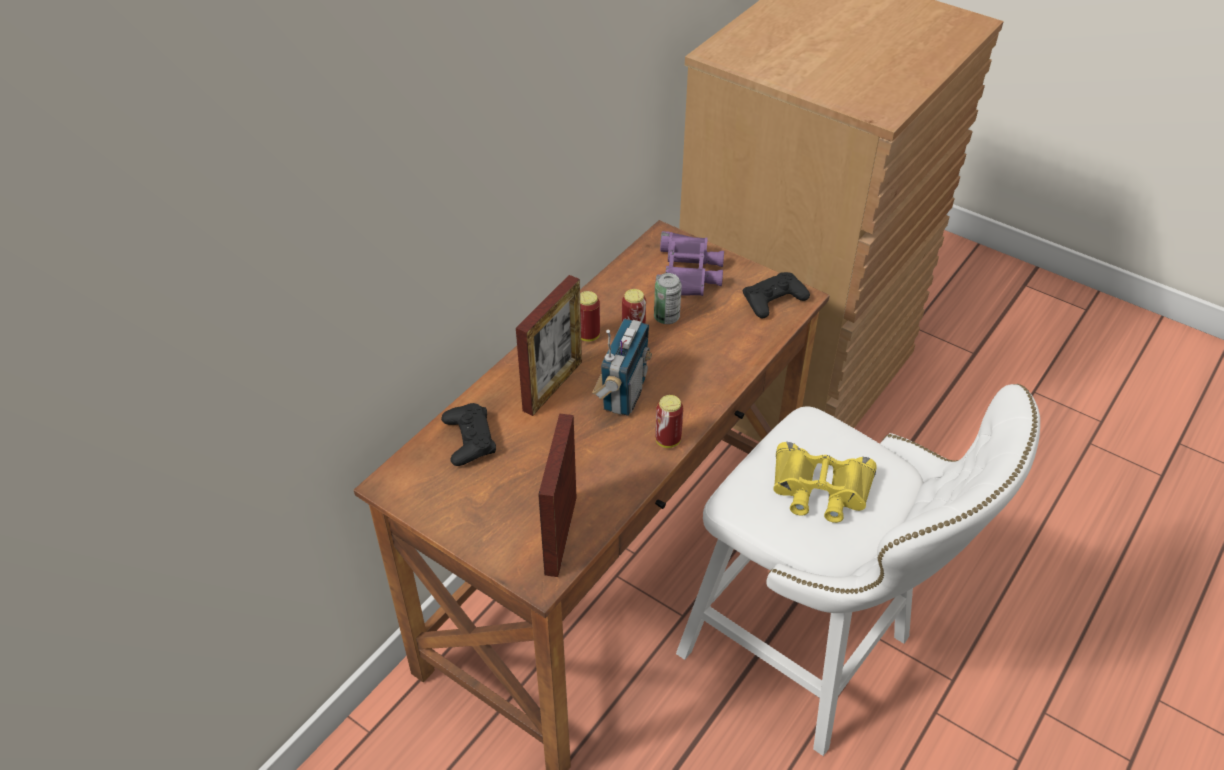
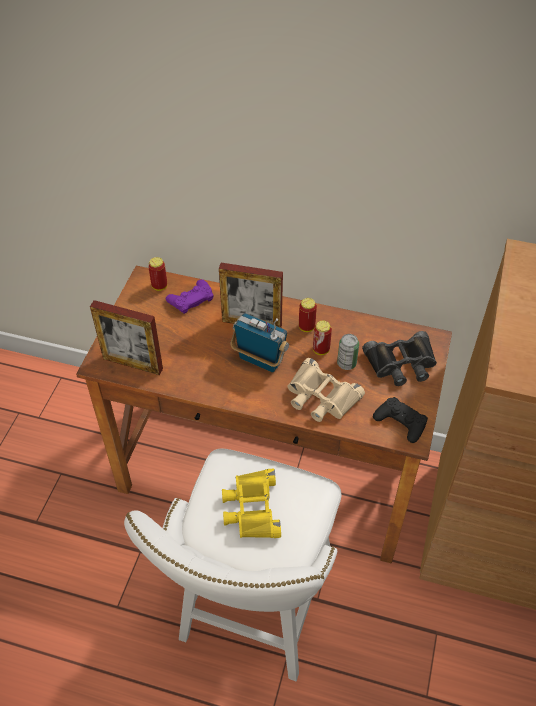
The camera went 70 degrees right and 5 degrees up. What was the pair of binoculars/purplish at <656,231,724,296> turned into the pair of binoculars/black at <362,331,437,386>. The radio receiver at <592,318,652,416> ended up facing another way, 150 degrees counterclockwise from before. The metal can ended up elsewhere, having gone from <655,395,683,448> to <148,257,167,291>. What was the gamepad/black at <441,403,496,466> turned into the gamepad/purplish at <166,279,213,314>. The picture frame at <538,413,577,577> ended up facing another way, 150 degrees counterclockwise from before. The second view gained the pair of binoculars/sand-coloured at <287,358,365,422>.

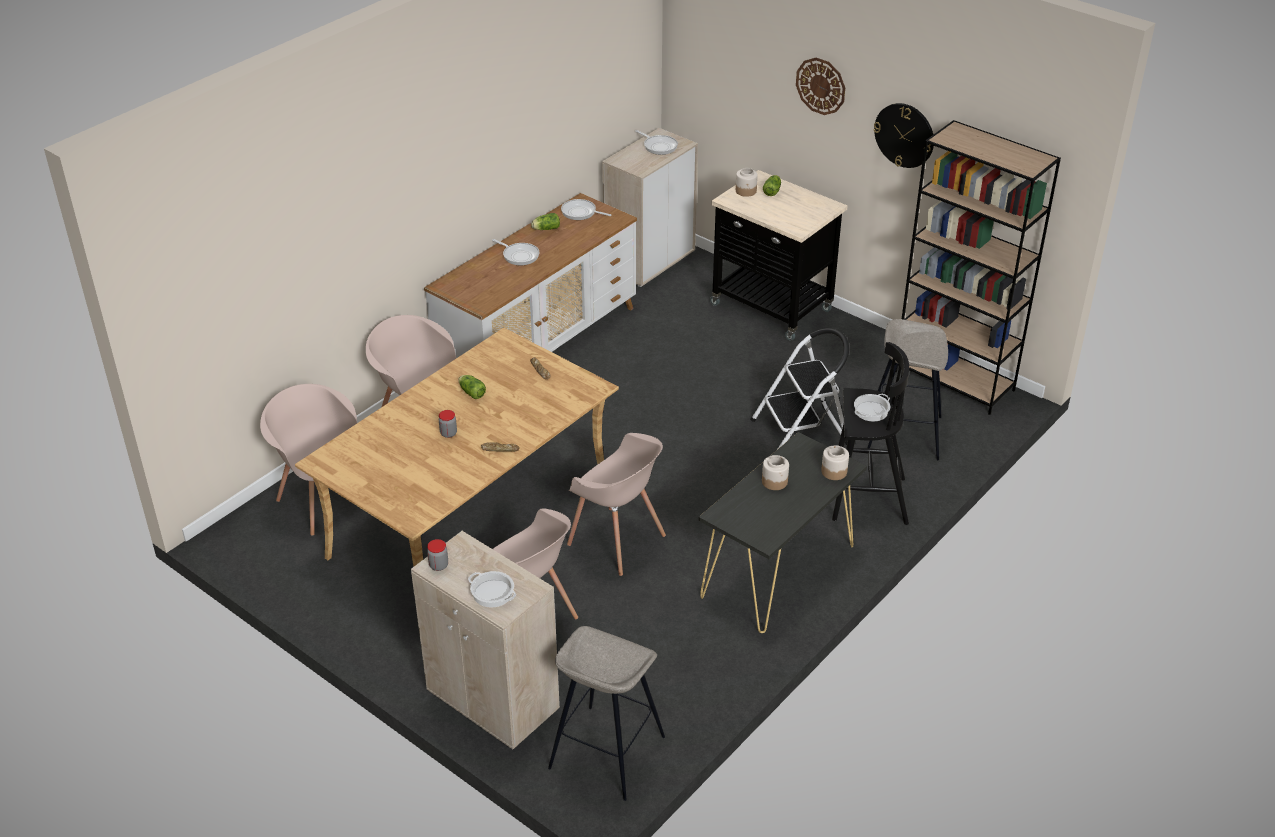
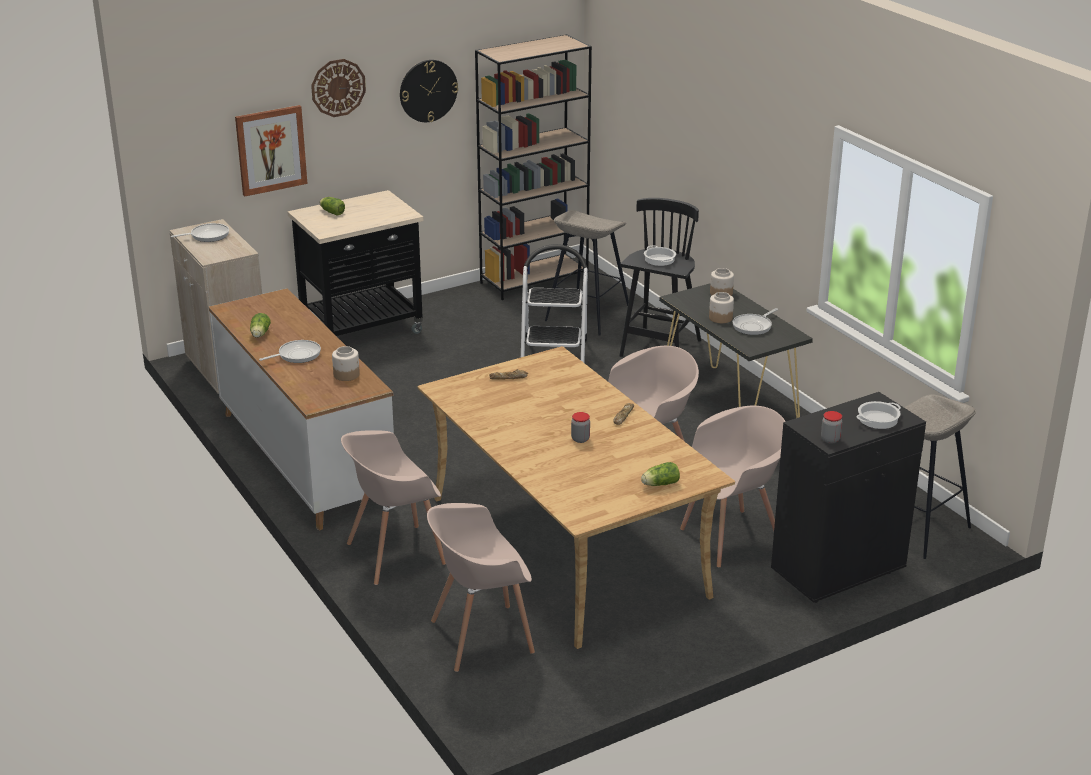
The camera went 70 degrees left and 10 degrees down. The storage jar ended up elsewhere, having gone from <736,168,758,197> to <332,346,360,381>. The pan ended up elsewhere, having gone from <561,199,611,220> to <733,308,778,335>. The lettuce ended up elsewhere, having gone from <458,375,486,399> to <641,462,680,486>. What was the cabinet/sand-coloured at <411,531,560,749> turned into the cabinet/black at <771,392,926,603>. The second view gained the wall picture at <235,105,307,196>.

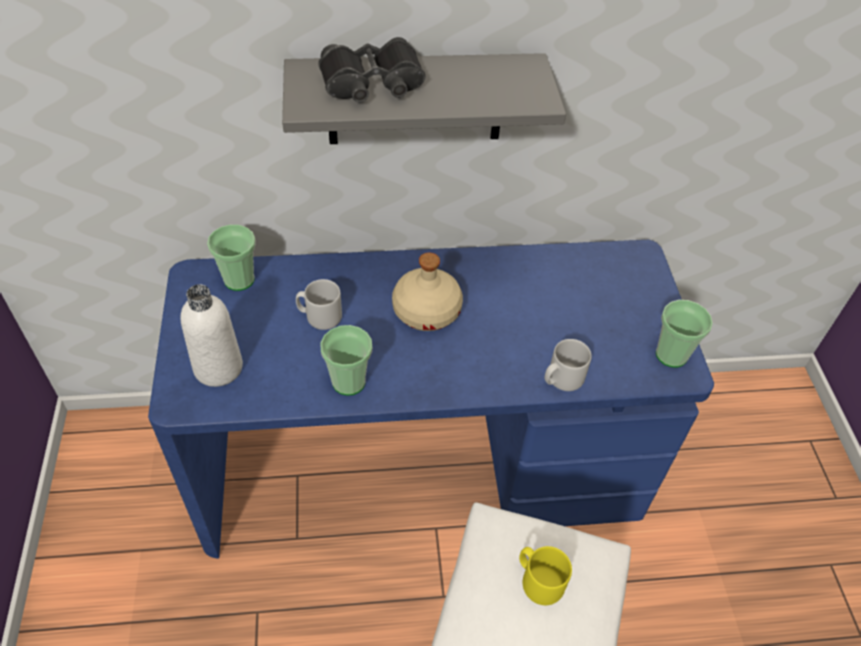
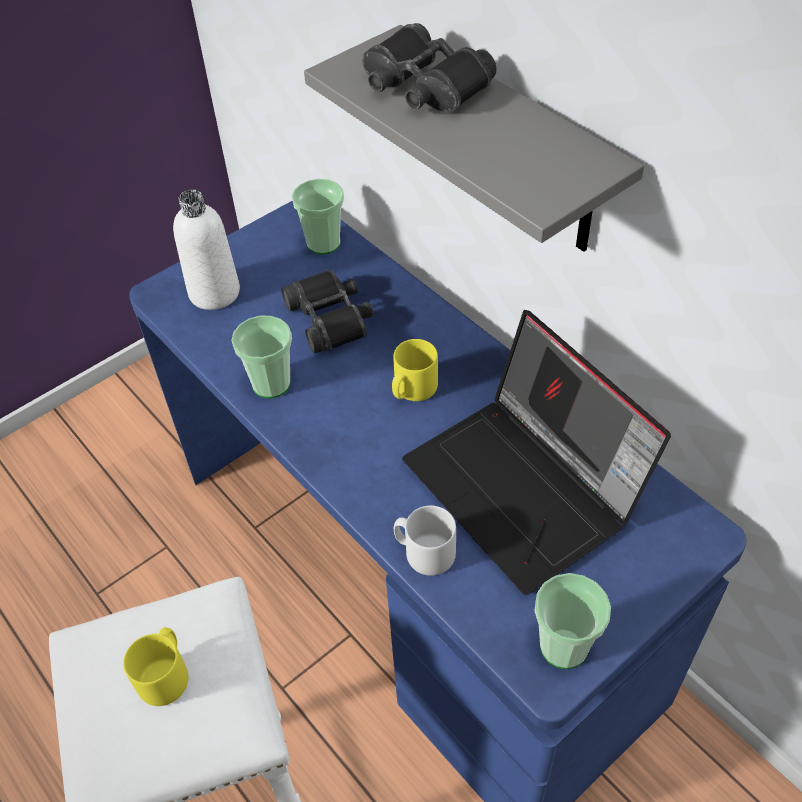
The camera went 60 degrees right and 0 degrees up. Where the bottle/sand-coloured stood at <392,253,463,331>, the tea mug/yellow-coloured came to stand at <392,339,438,401>. Where the tea mug/greyish stood at <296,279,342,330>, the pair of binoculars/black came to stand at <281,270,374,353>. The second view gained the portable computer at <402,310,671,595>.

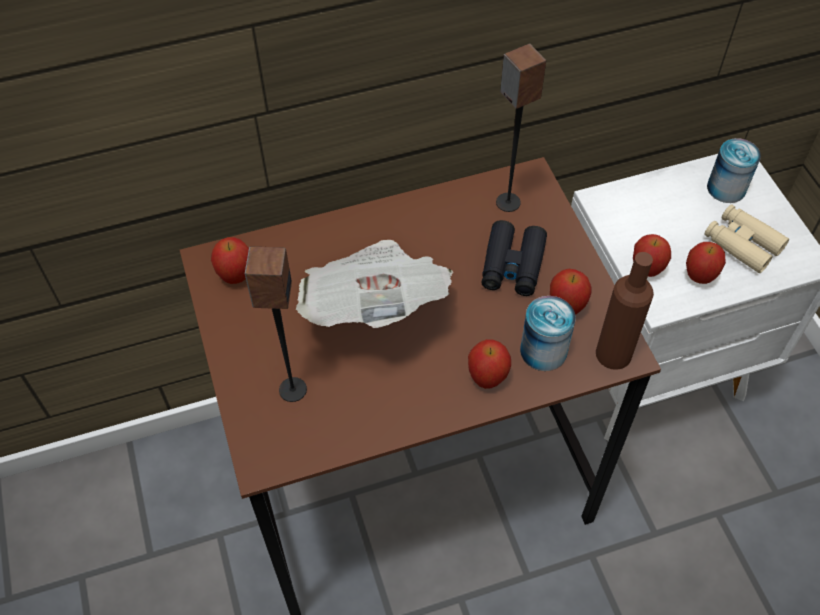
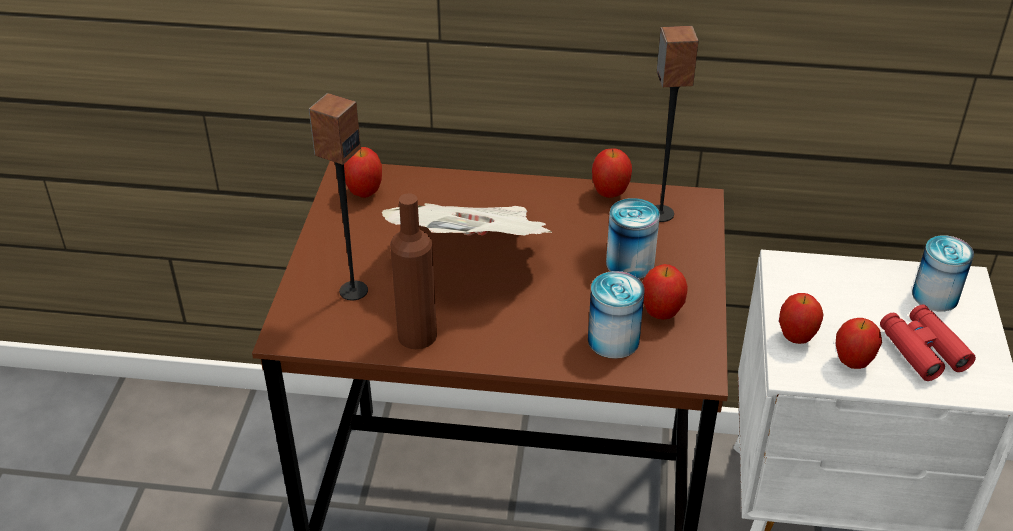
The camera went 25 degrees right and 15 degrees down. What was the pair of binoculars/sand-coloured at <705,204,789,273> turned into the pair of binoculars/red at <880,305,976,381>. Where the pair of binoculars/black stood at <481,220,547,296>, the metal can came to stand at <606,198,660,279>. The bottle/brownish ended up elsewhere, having gone from <596,252,654,370> to <390,193,437,349>. The apple fruit ended up elsewhere, having gone from <468,339,511,389> to <592,149,632,198>.

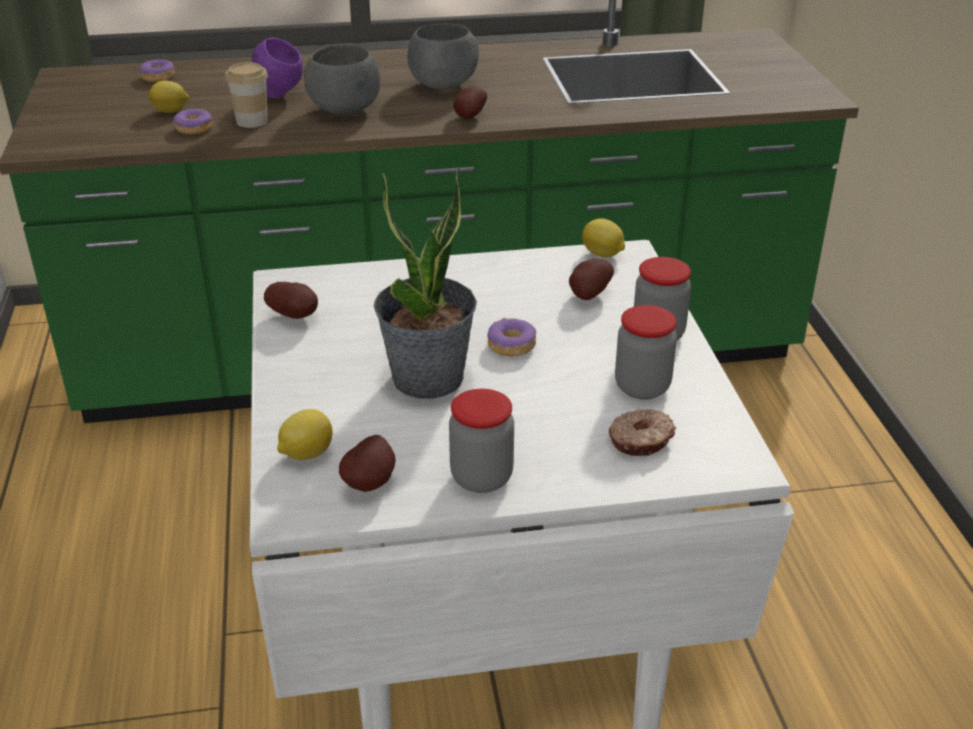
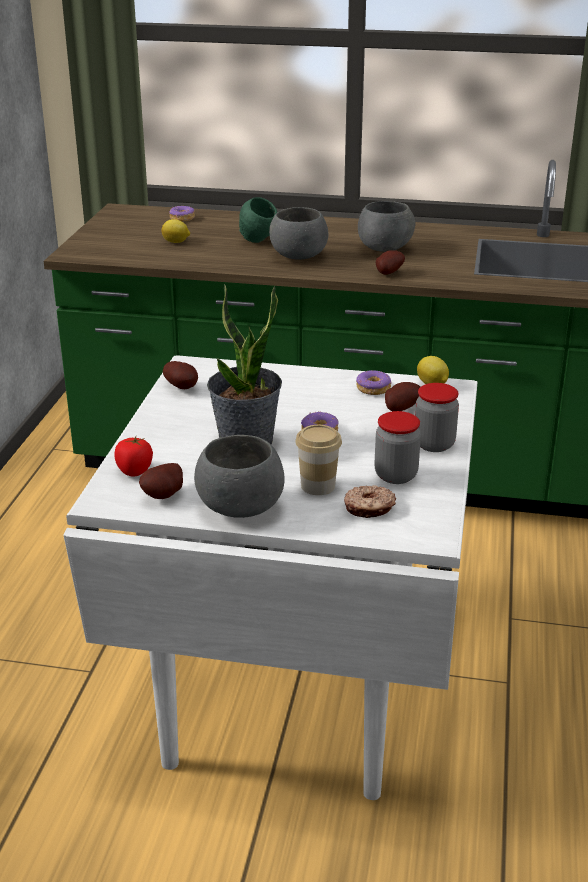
The camera went 20 degrees right and 5 degrees down. What was the serving bowl/purplish at <252,38,303,98> turned into the serving bowl/greenish at <239,197,277,243>. The small cup ended up elsewhere, having gone from <225,62,268,128> to <295,425,342,495>. The ring doughnut ended up elsewhere, having gone from <173,109,213,134> to <356,370,392,395>. Where the storage jar stood at <449,389,514,493>, the serving bowl/greyish came to stand at <194,435,285,518>. Where the whole lemon stood at <277,409,332,460>, the fresh tomato came to stand at <114,436,153,477>.

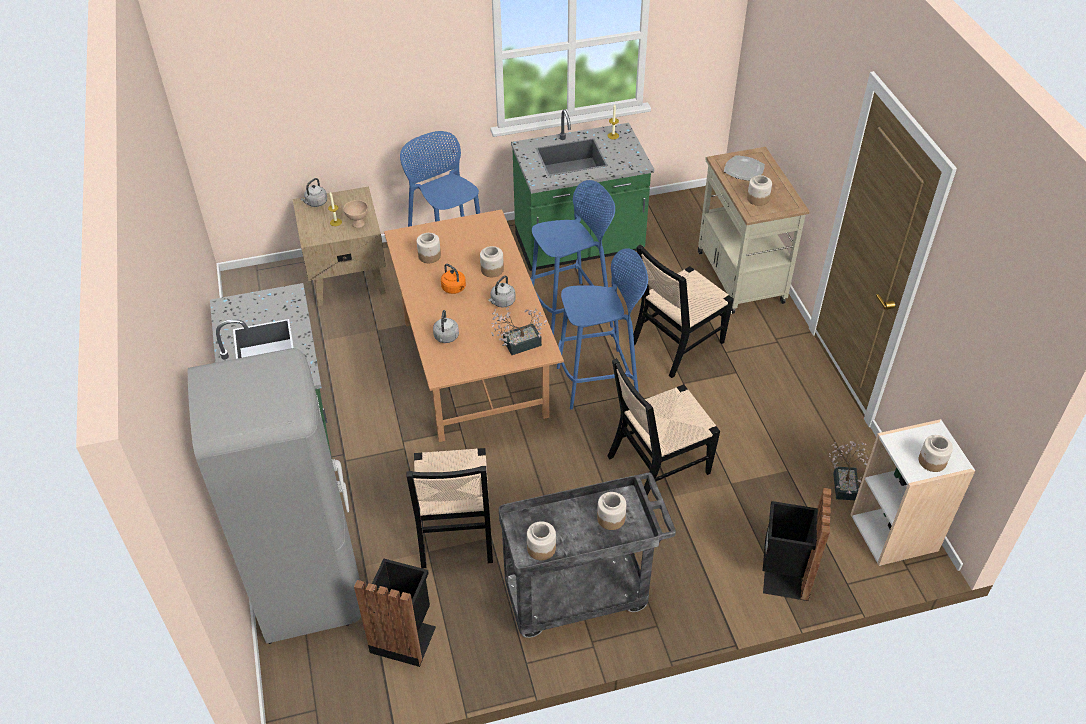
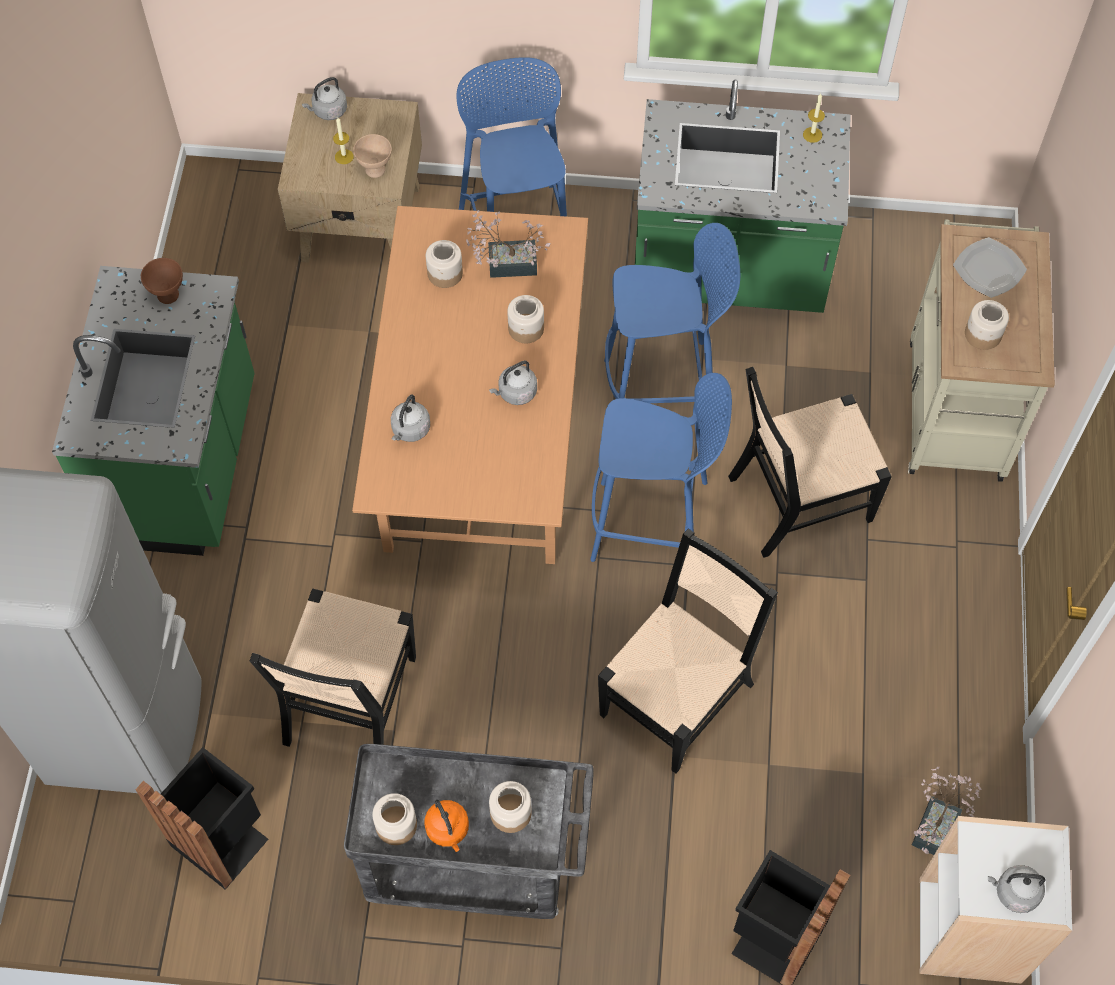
The camera went 20 degrees right and 15 degrees up. The kettle/orange ended up elsewhere, having gone from <441,264,466,294> to <424,800,469,852>. The plant in a pot ended up elsewhere, having gone from <491,307,547,355> to <466,210,551,278>. The upright chair at <607,358,720,496> ended up facing another way, 135 degrees clockwise from before. Where the storage jar stood at <919,435,953,472>, the kettle/greyish came to stand at <988,865,1045,913>. The second view gained the serving bowl/brownish at <141,258,183,304>.

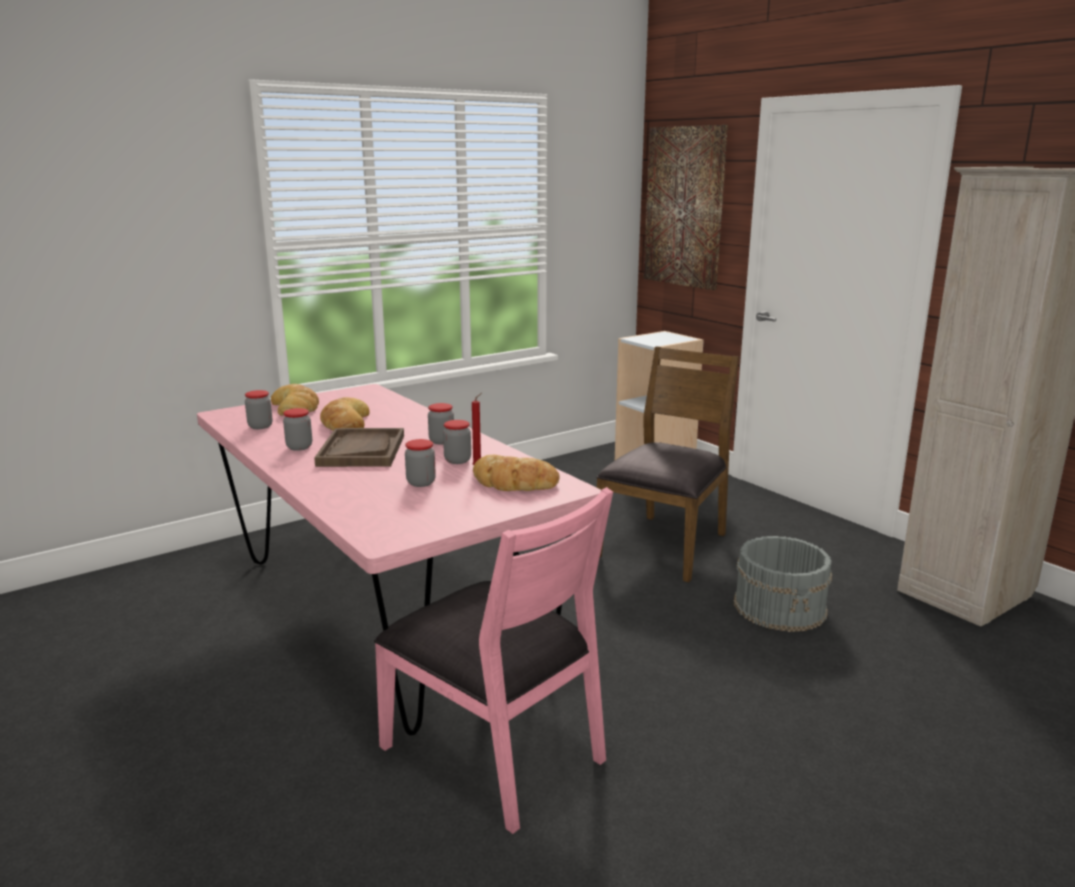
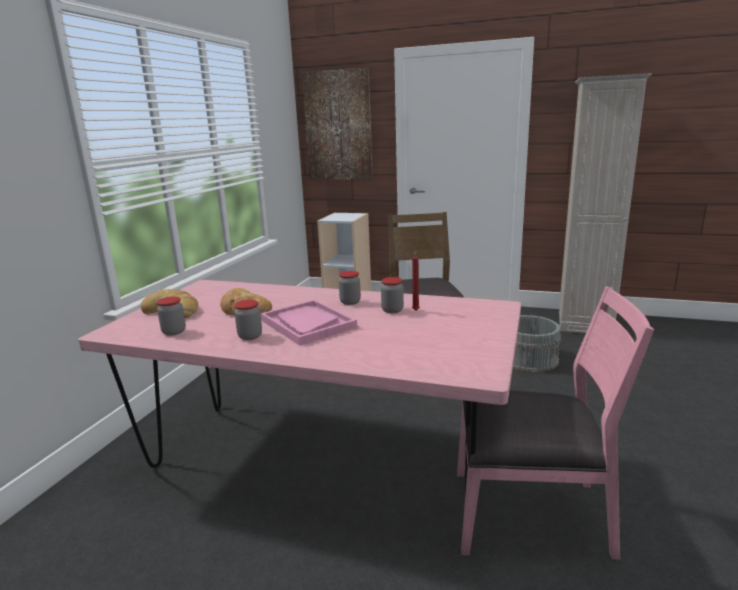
The camera went 35 degrees left and 0 degrees up. What was the carrying tray/brownish at <314,428,404,467> turned into the carrying tray/pink at <261,299,357,345>. The second view lost the storage jar at <405,439,436,487>. The second view lost the baked bread at <473,455,560,491>.

